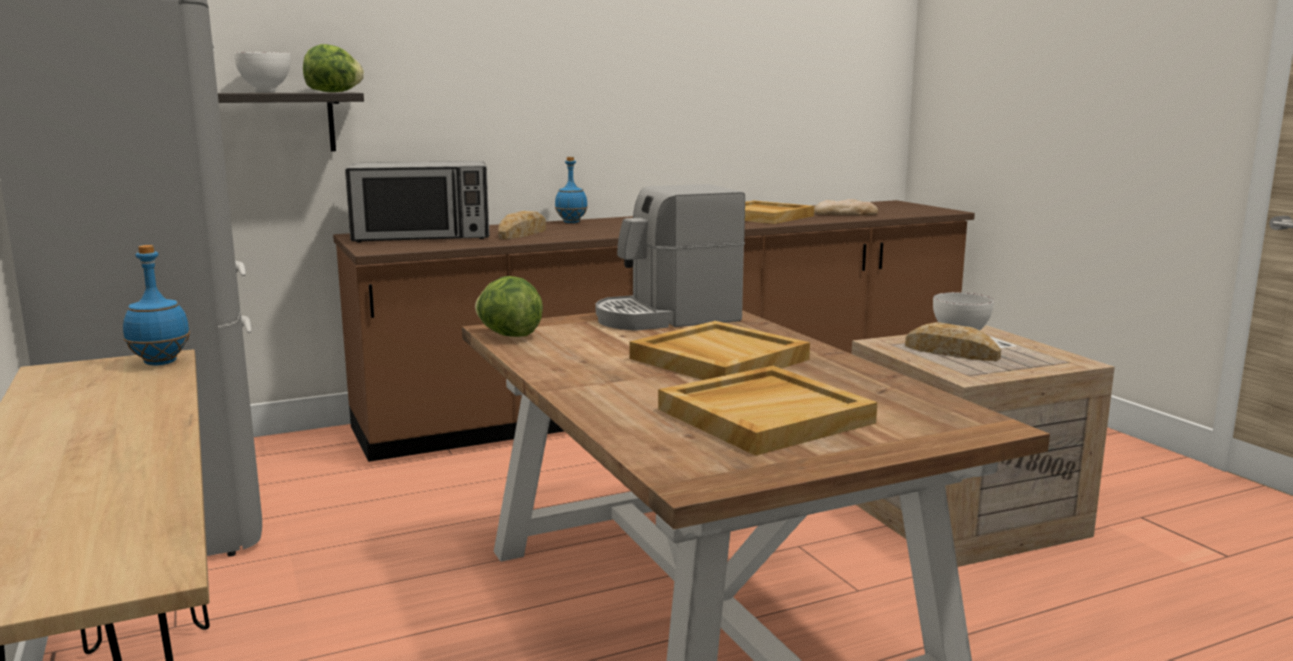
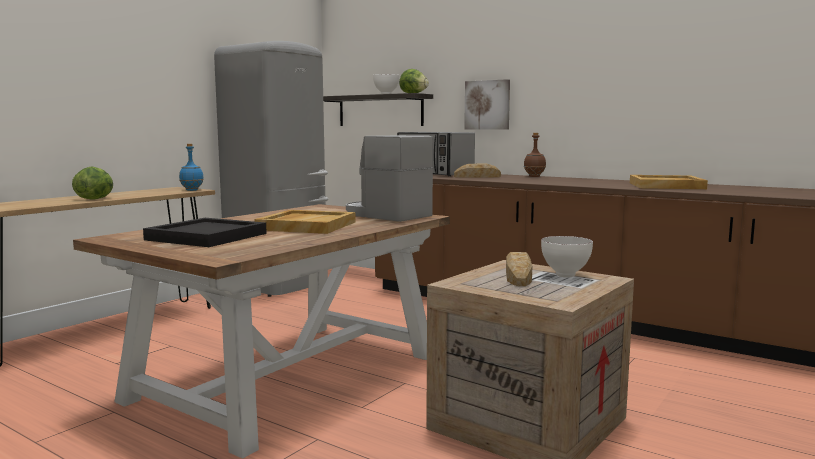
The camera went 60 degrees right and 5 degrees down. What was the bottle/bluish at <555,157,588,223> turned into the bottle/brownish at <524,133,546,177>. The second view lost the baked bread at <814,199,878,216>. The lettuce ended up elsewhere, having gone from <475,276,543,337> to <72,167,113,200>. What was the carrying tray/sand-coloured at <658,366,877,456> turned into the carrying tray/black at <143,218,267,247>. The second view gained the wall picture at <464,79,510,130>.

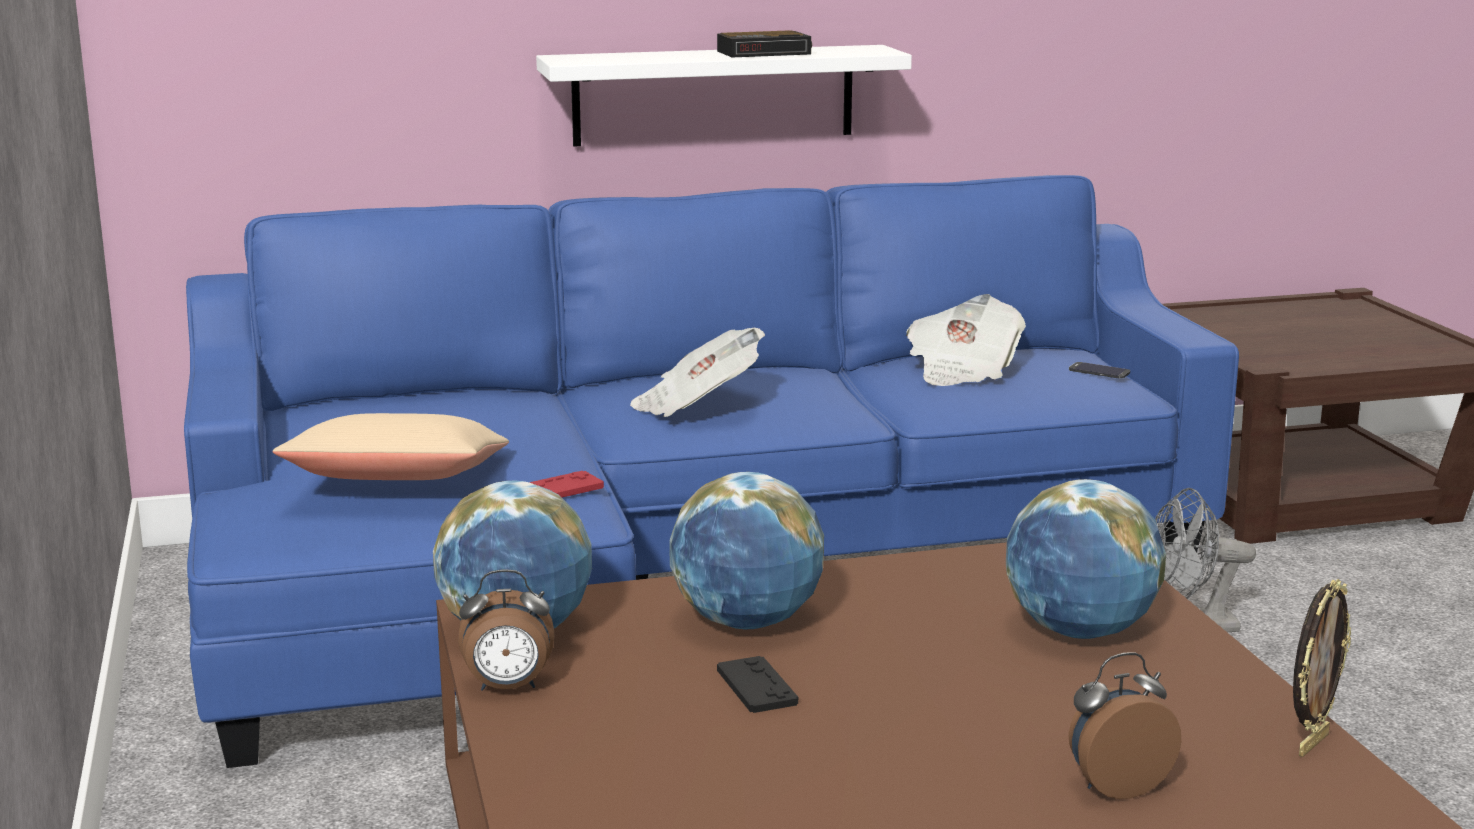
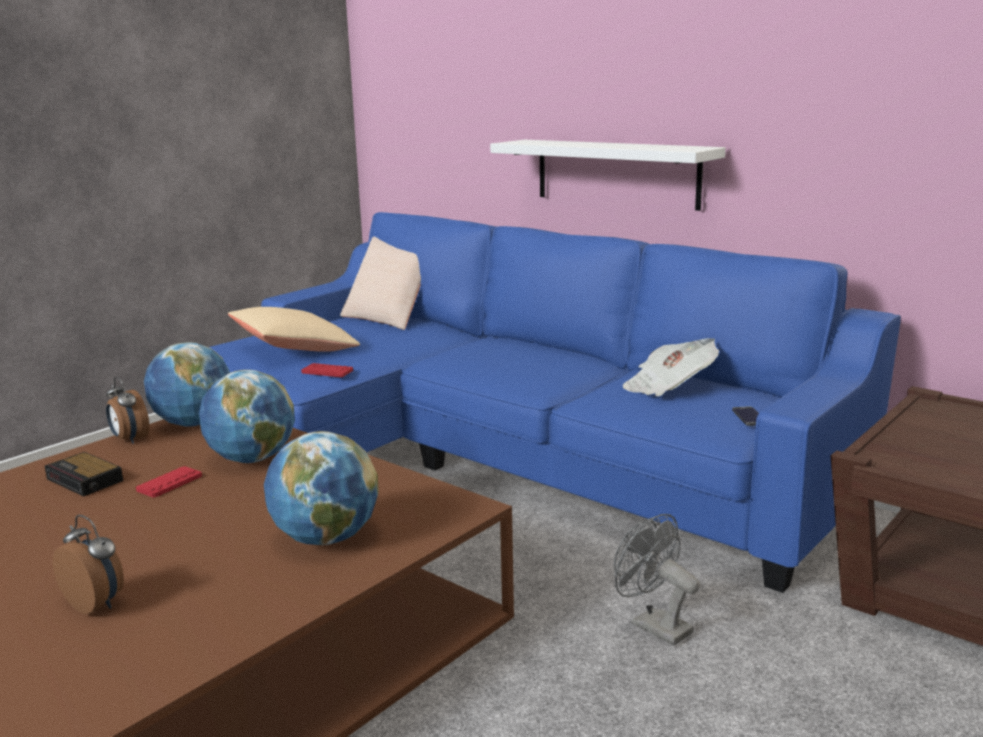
The camera went 55 degrees right and 0 degrees up. The alarm clock ended up elsewhere, having gone from <717,30,812,57> to <45,452,123,496>. The second view lost the printed paper at <630,328,765,417>. The second view lost the picture frame at <1293,579,1351,757>. What was the gamepad/black at <717,656,798,713> turned into the gamepad/red at <136,466,202,498>. The second view gained the pillow/sand-coloured at <340,237,421,330>.

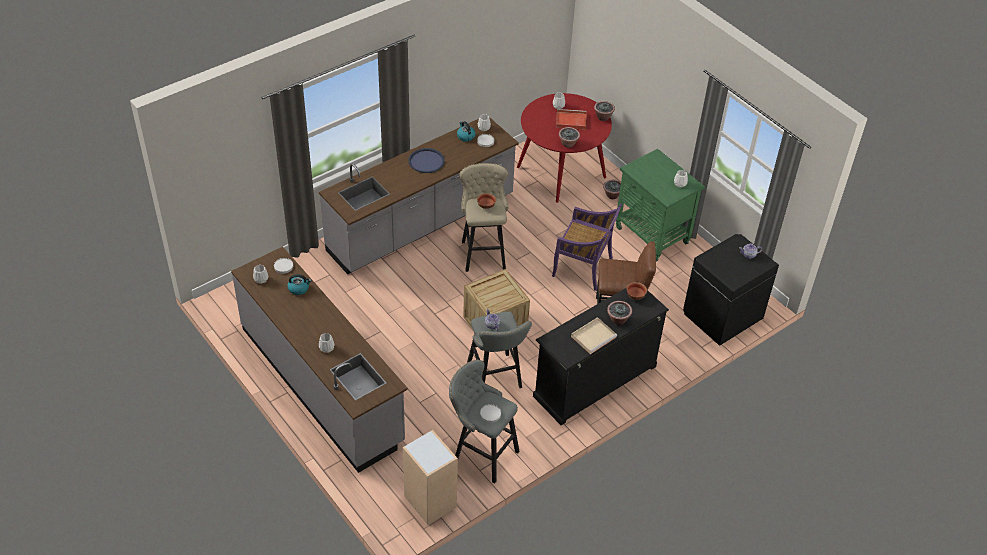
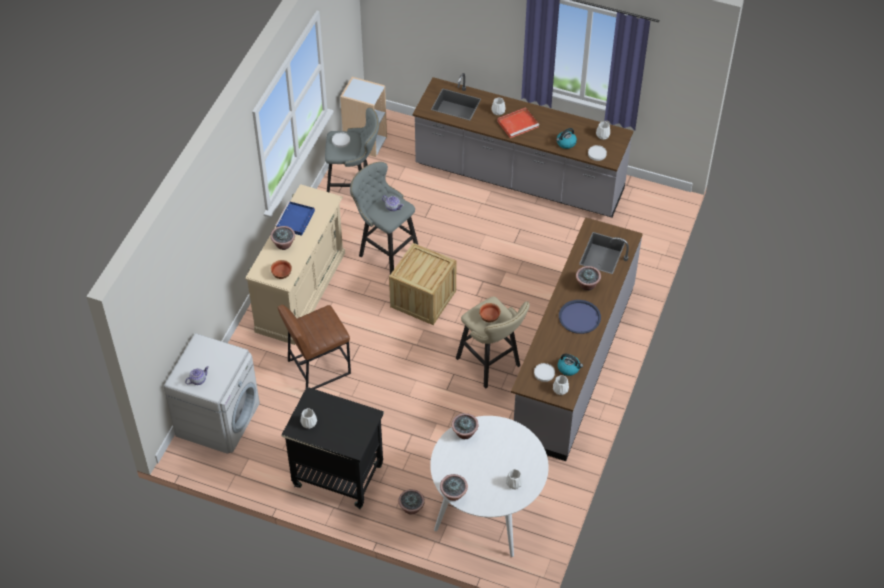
The camera went 150 degrees right and 5 degrees up. What was the dining table/red at <517,93,612,203> turned into the dining table/white-coloured at <430,416,549,557>. The carrying tray/red ended up elsewhere, having gone from <556,109,587,130> to <497,107,539,138>. What was the cart/greenish at <616,149,705,262> turned into the cart/black at <282,387,384,509>. The second view lost the upright chair/purplish at <552,204,622,291>. What was the laundry appliance/black at <683,234,779,346> turned into the laundry appliance/white-coloured at <164,333,260,454>. What was the cabinet/black at <533,281,669,425> turned into the cabinet/sand-coloured at <245,184,345,345>. What was the carrying tray/sand-coloured at <571,317,617,354> turned into the carrying tray/bluish at <275,201,315,236>. The second view gained the plant in a pot at <576,266,601,291>.

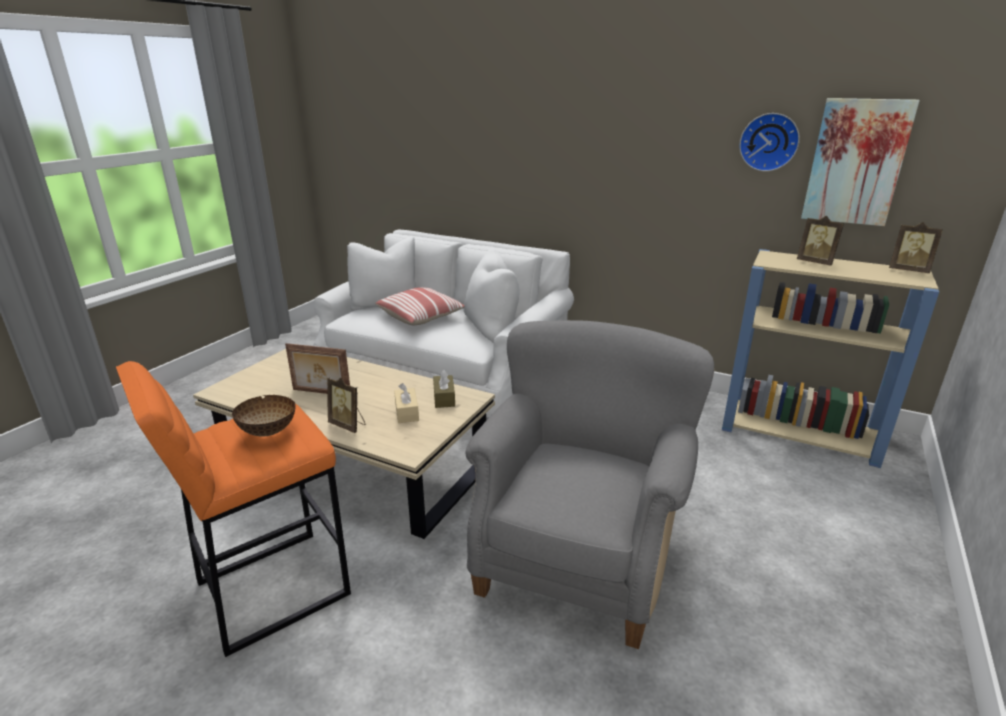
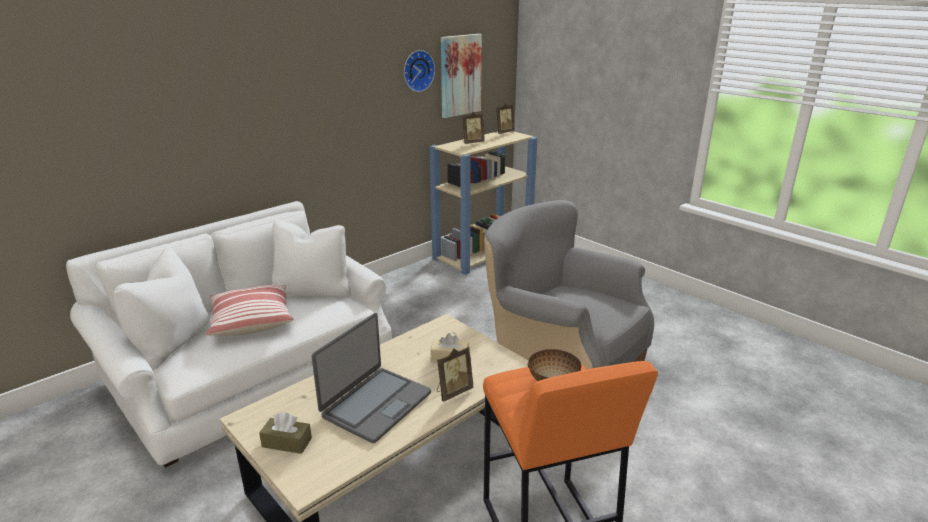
The camera went 70 degrees left and 0 degrees up. Where the picture frame stood at <285,343,350,394>, the portable computer came to stand at <311,313,431,443>. The tissue box/brownish ended up elsewhere, having gone from <433,369,455,408> to <259,412,312,454>.

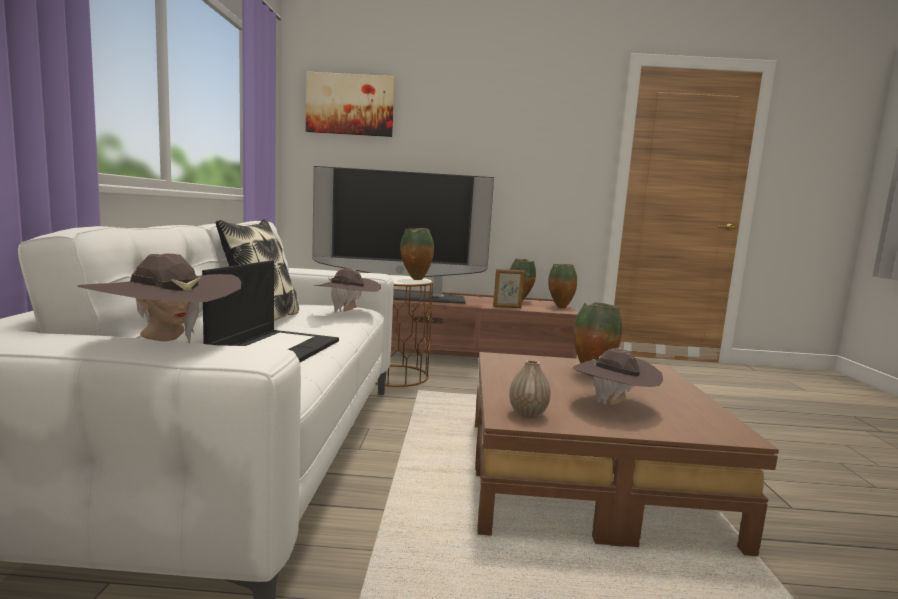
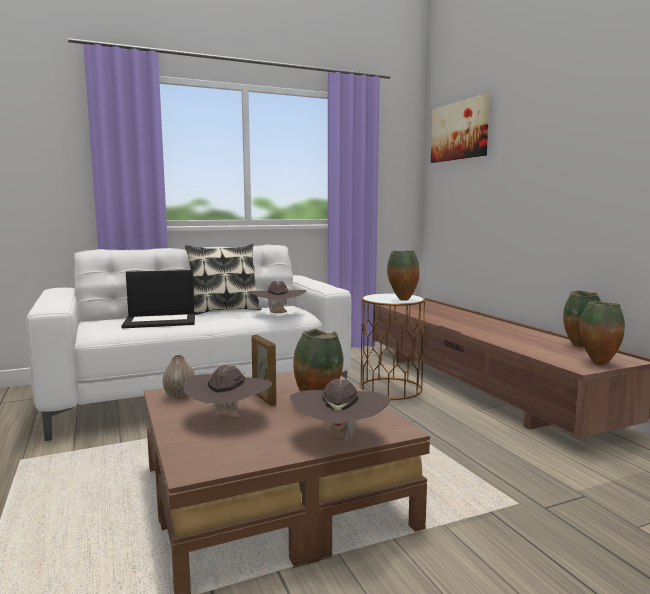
The camera went 65 degrees right and 0 degrees up. The second view lost the TV set at <312,166,494,304>. The wearable hat/brownish ended up elsewhere, having gone from <78,254,241,344> to <290,379,390,444>. The picture frame ended up elsewhere, having gone from <493,269,525,308> to <251,335,277,406>.

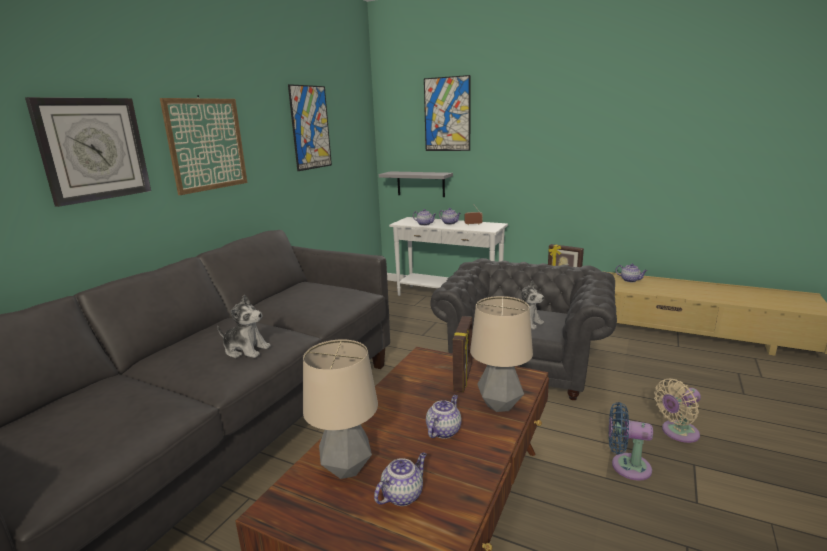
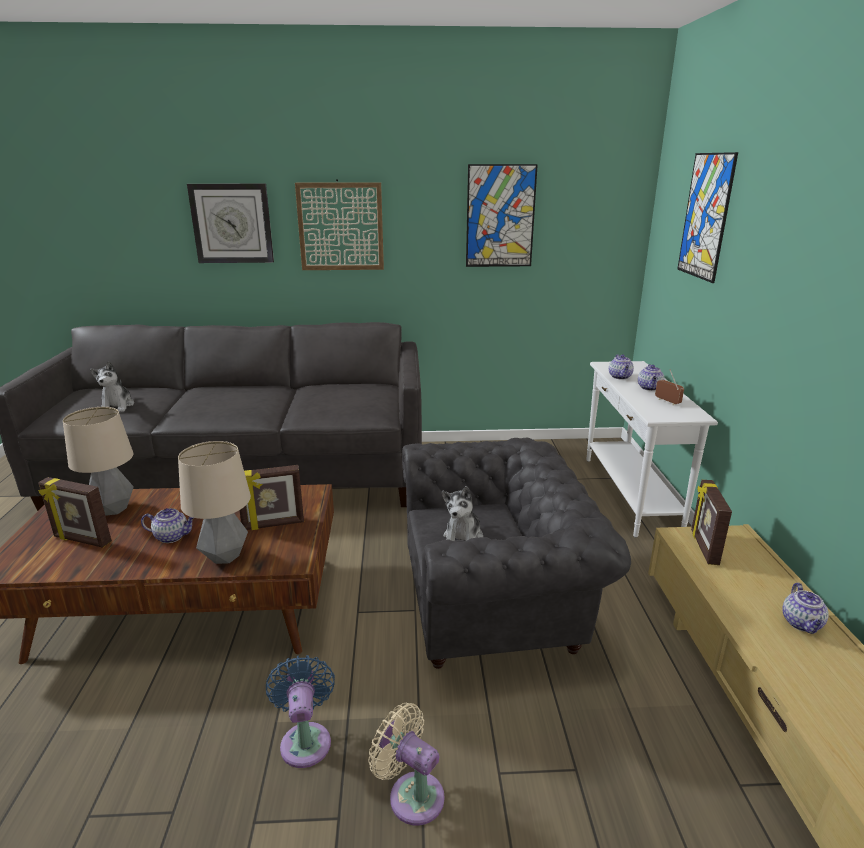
The camera went 60 degrees right and 5 degrees up. The second view lost the bracket shelf/greyish at <379,171,453,197>. The plush toy ended up elsewhere, having gone from <217,294,271,358> to <90,361,134,412>. Where the pot for tea stood at <374,453,427,506>, the picture frame came to stand at <38,477,112,548>.

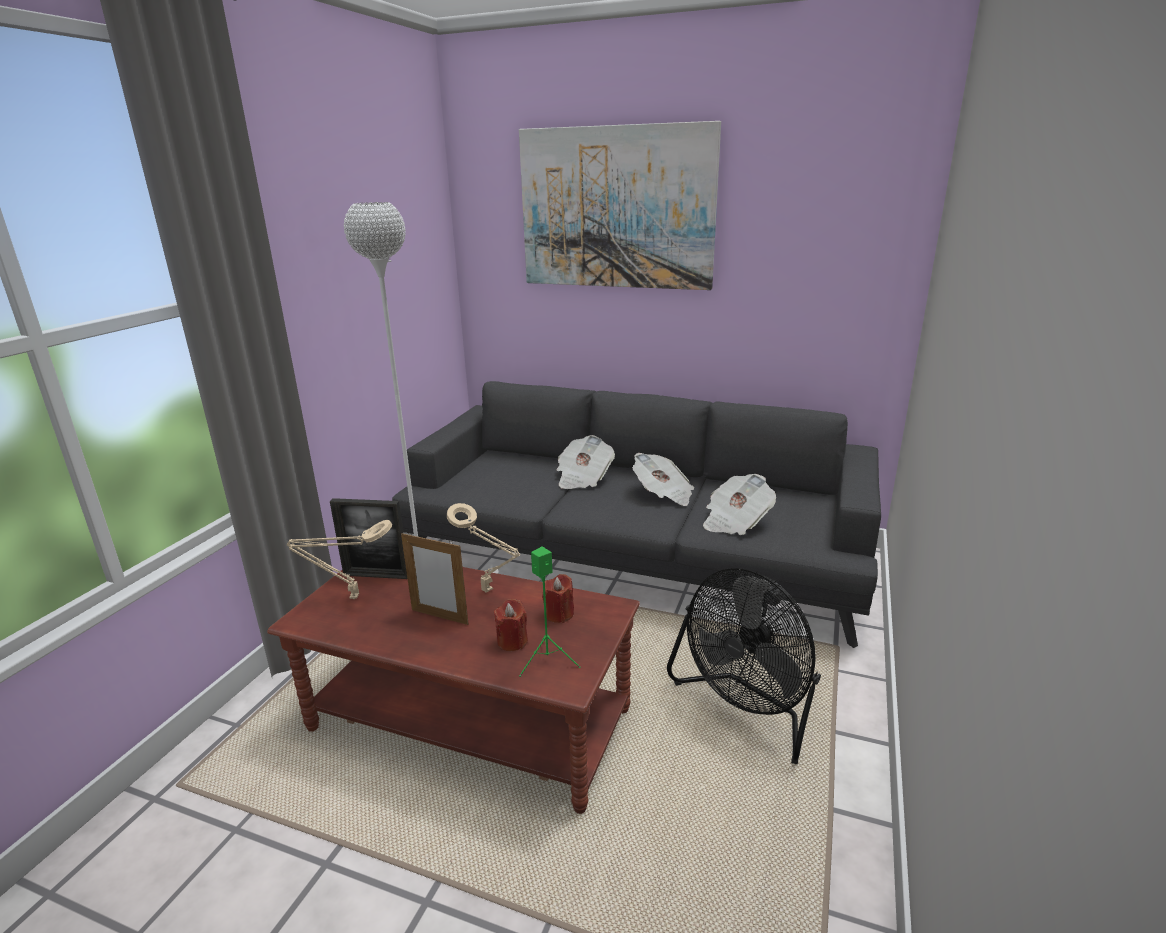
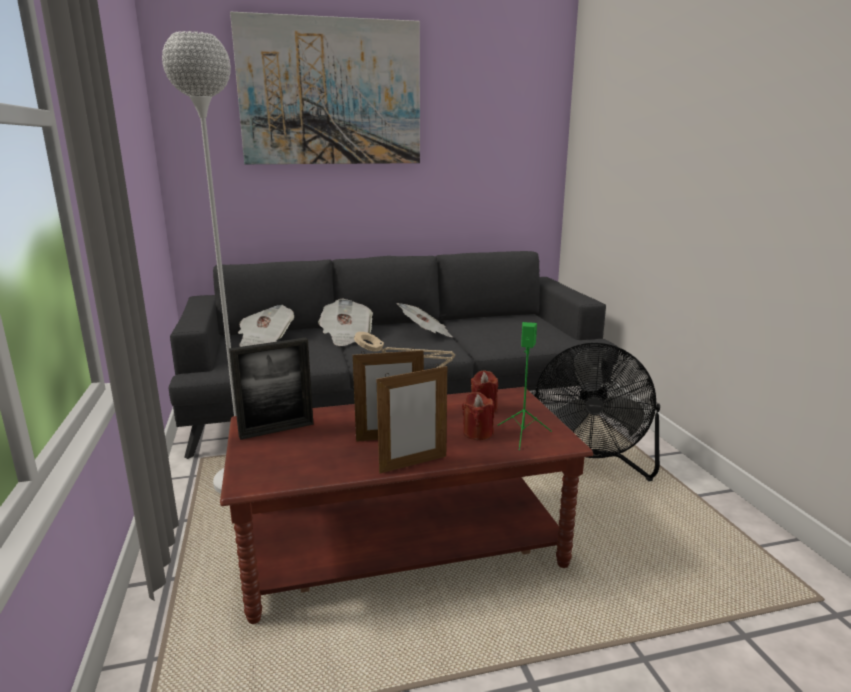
The camera went 35 degrees left and 5 degrees down. The printed paper ended up elsewhere, having gone from <703,474,776,535> to <238,305,294,347>. The second view lost the lamp for a table/sand-coloured at <287,520,392,599>. The second view gained the picture frame at <377,364,447,474>.

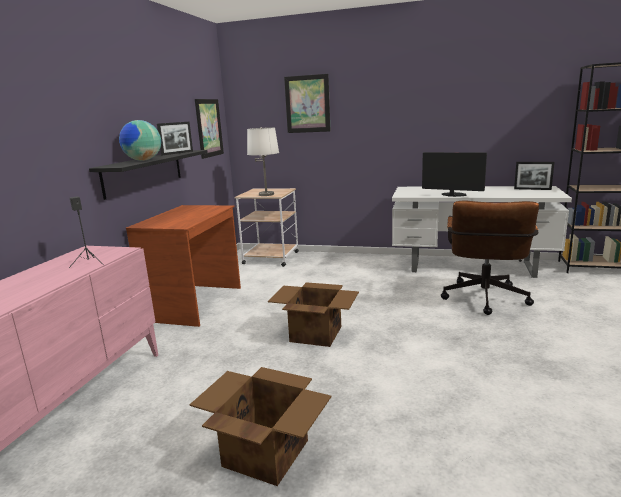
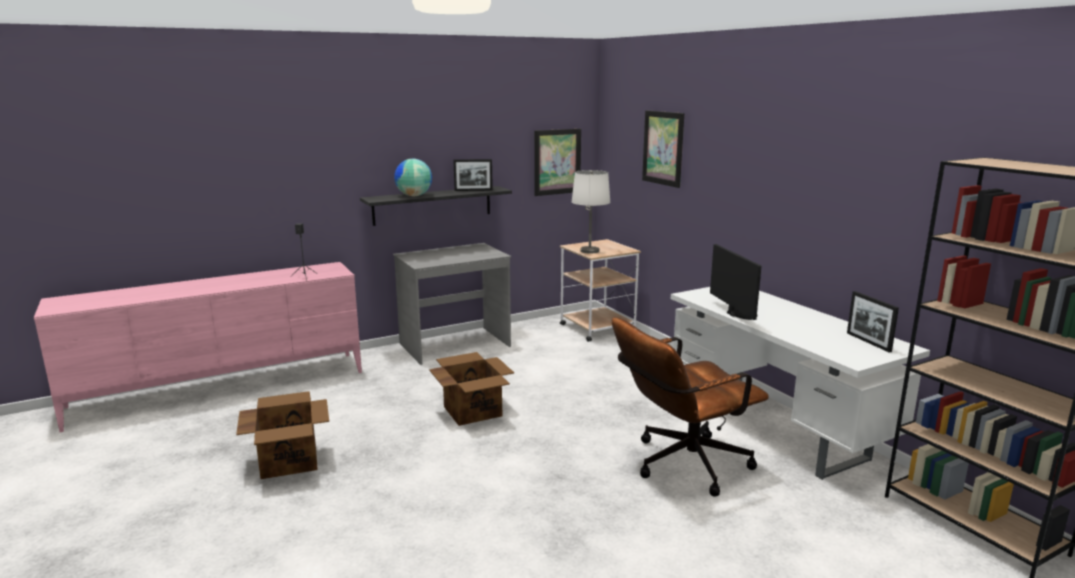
The camera went 45 degrees right and 0 degrees up. What was the desk table/brownish at <126,205,241,327> turned into the desk table/greyish at <393,243,511,365>.

